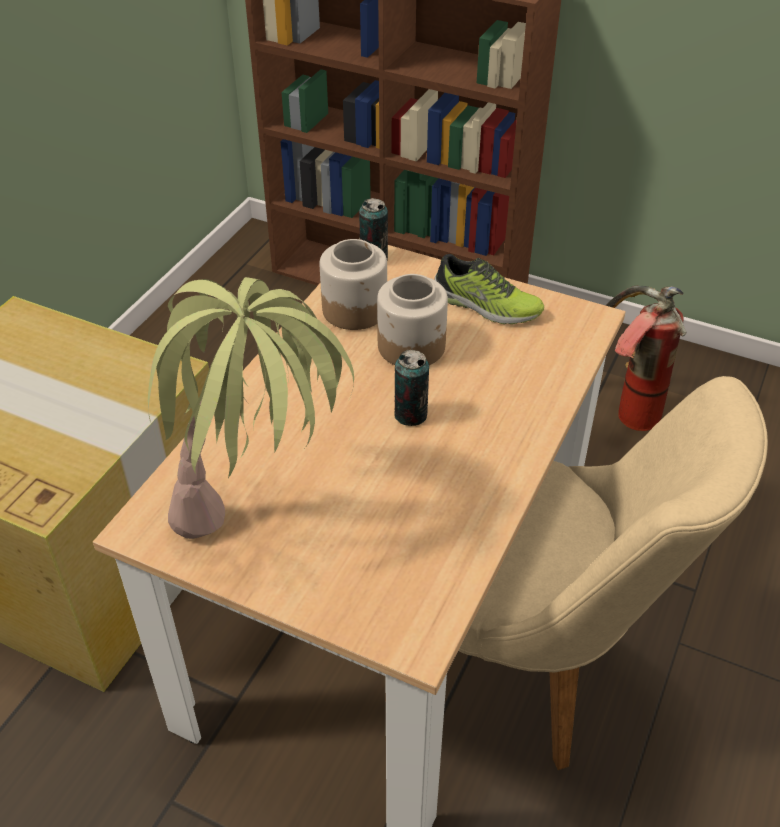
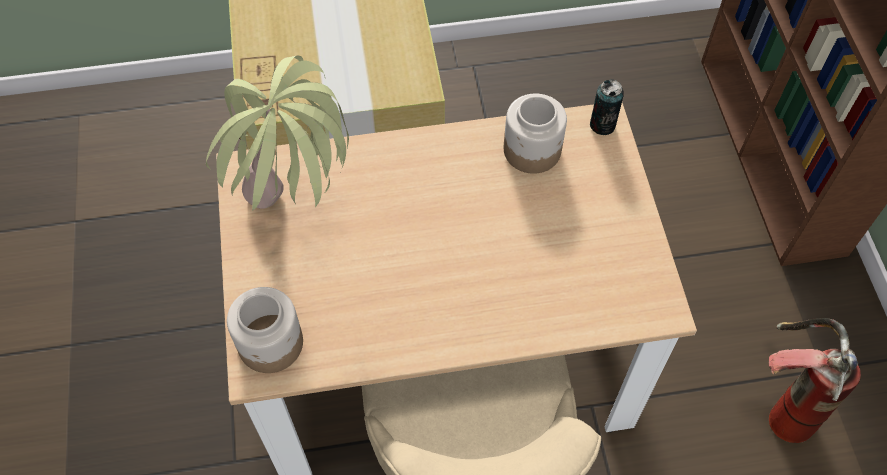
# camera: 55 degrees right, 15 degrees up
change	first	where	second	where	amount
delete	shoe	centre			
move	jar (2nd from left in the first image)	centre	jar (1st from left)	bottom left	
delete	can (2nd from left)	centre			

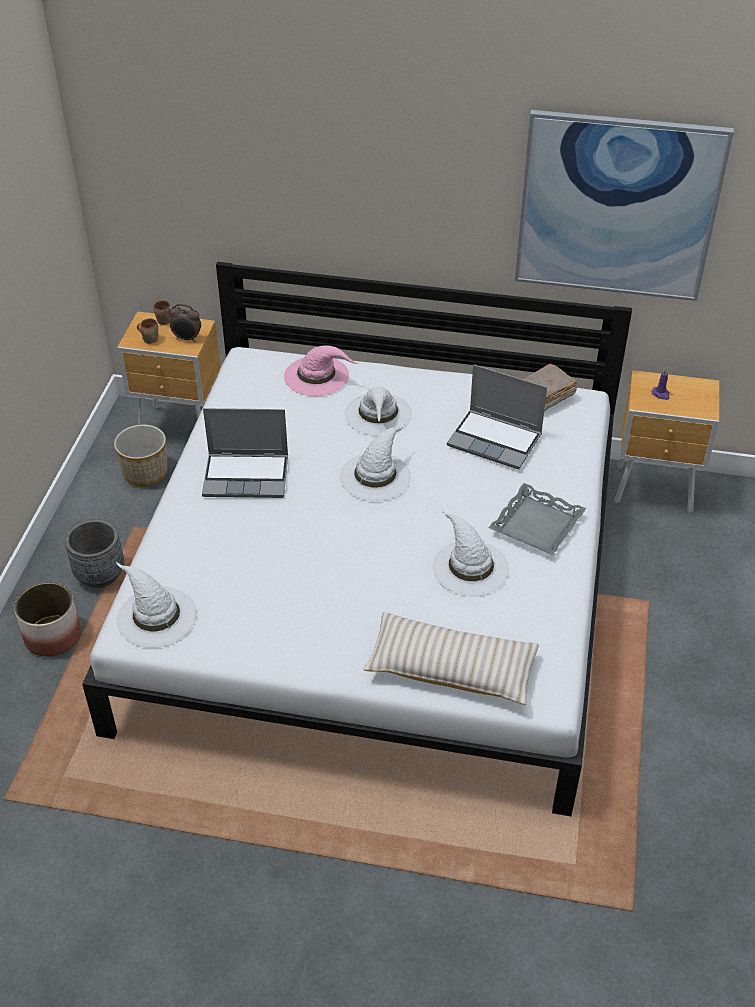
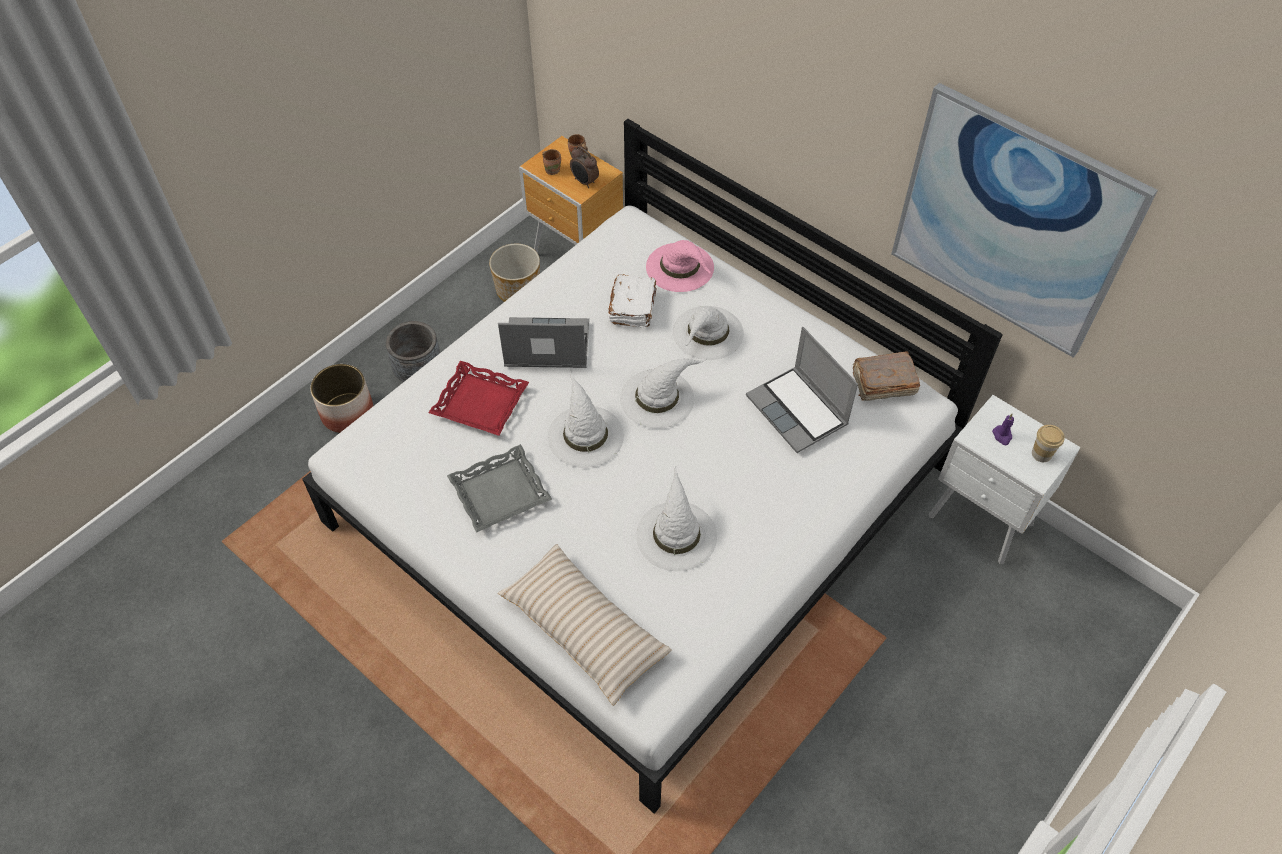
# camera: 30 degrees right, 10 degrees up
change	first	where	second	where	amount
recolor	brown nightstand (2nd from left)	middle right	white nightstand	middle right	
rotate	laptop (1st from left)	middle left		centre	150 degrees clockwise
move	grey tray	middle right		centre	
move	white hat (1st from left)	middle left		centre	
insert			white book	centre	
insert			red tray	centre	
insert			cup	middle right	

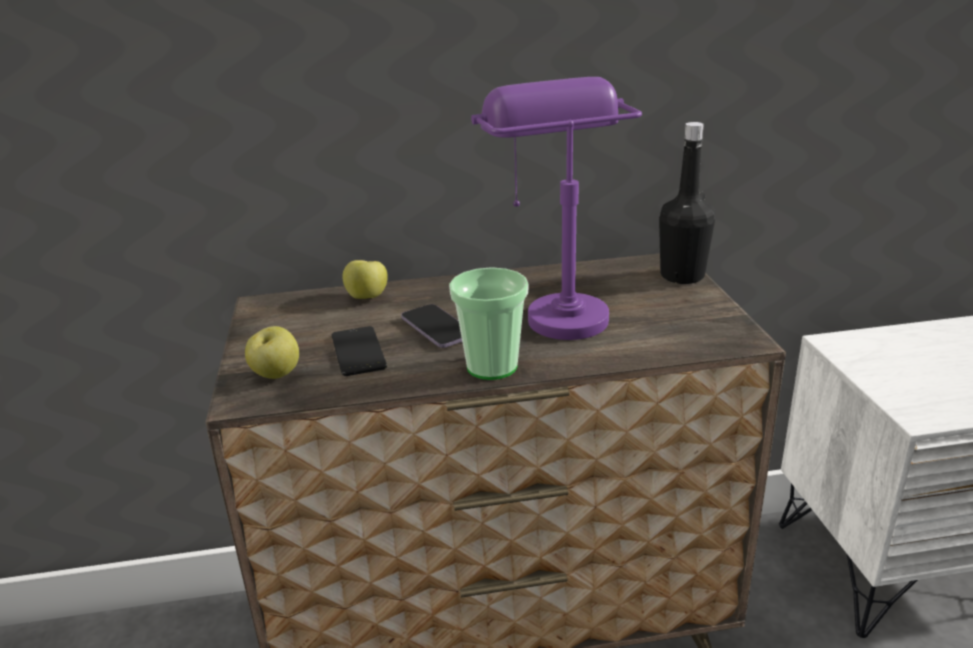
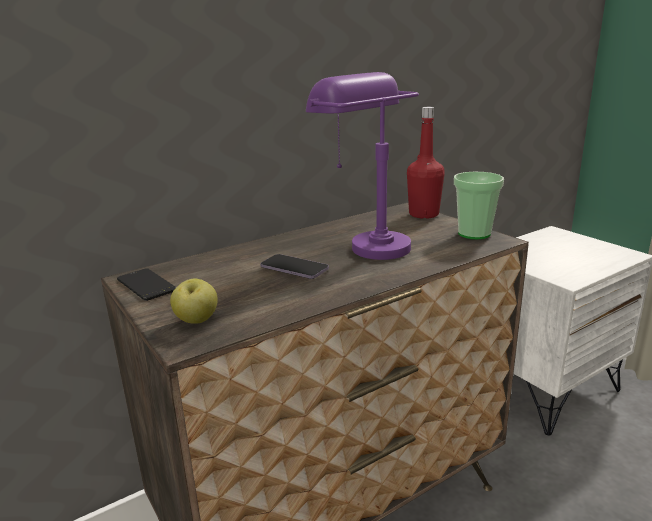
# camera: 25 degrees left, 5 degrees down
change	first	where	second	where	amount
recolor	black bottle	top right	red bottle	top centre	
delete	apple (2nd from left)	centre			
move	cup	centre		middle right	
move	phone (1st from left)	centre		middle left	

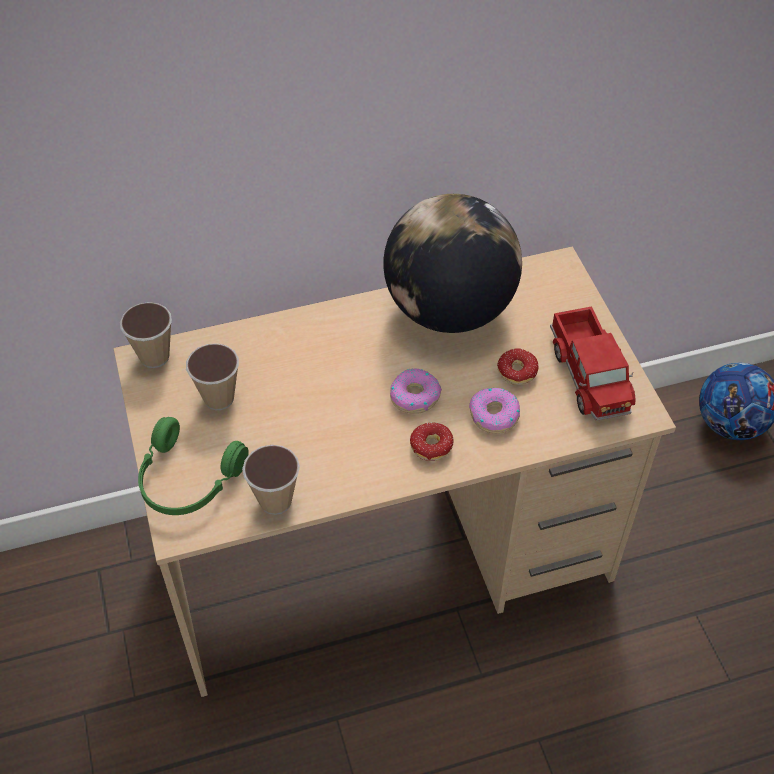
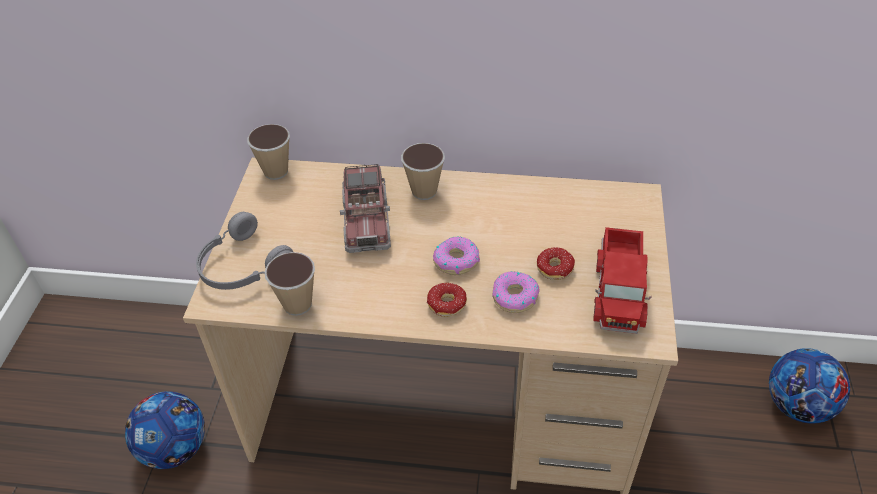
# camera: 25 degrees right, 5 degrees down
change	first	where	second	where	amount
delete	globe	centre			
move	cup (2nd from left in the first image)	middle left	cup (3rd from left)	centre	
recolor	green headphones	middle left	grey headphones	middle left	
insert			toy truck (1st from left)	centre	
insert			football (1st from left)	bottom left	

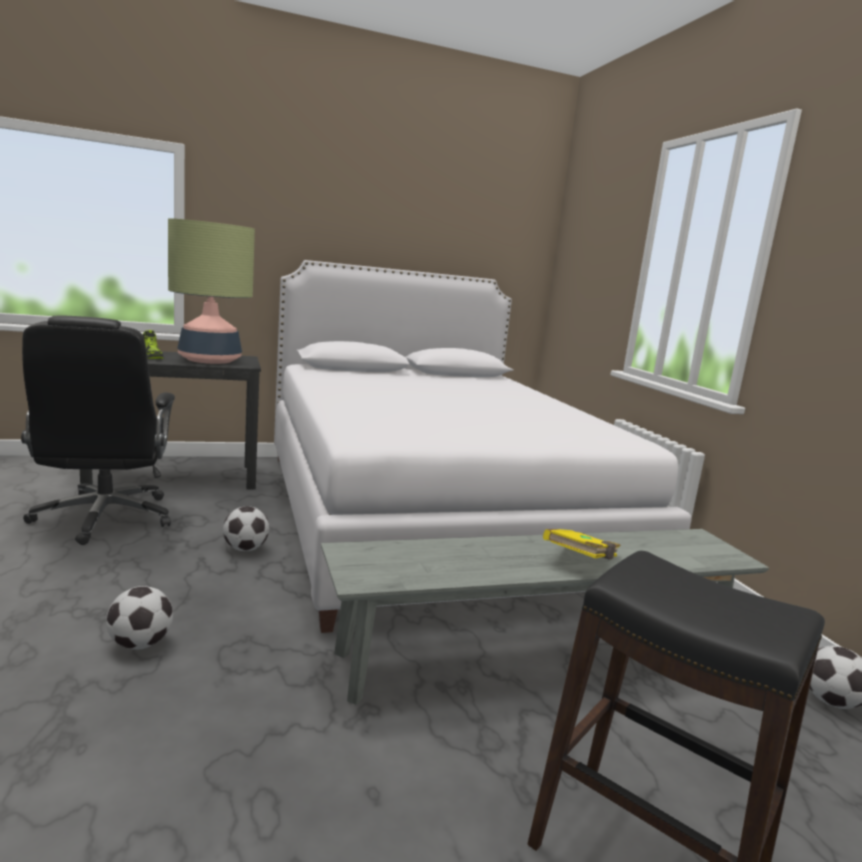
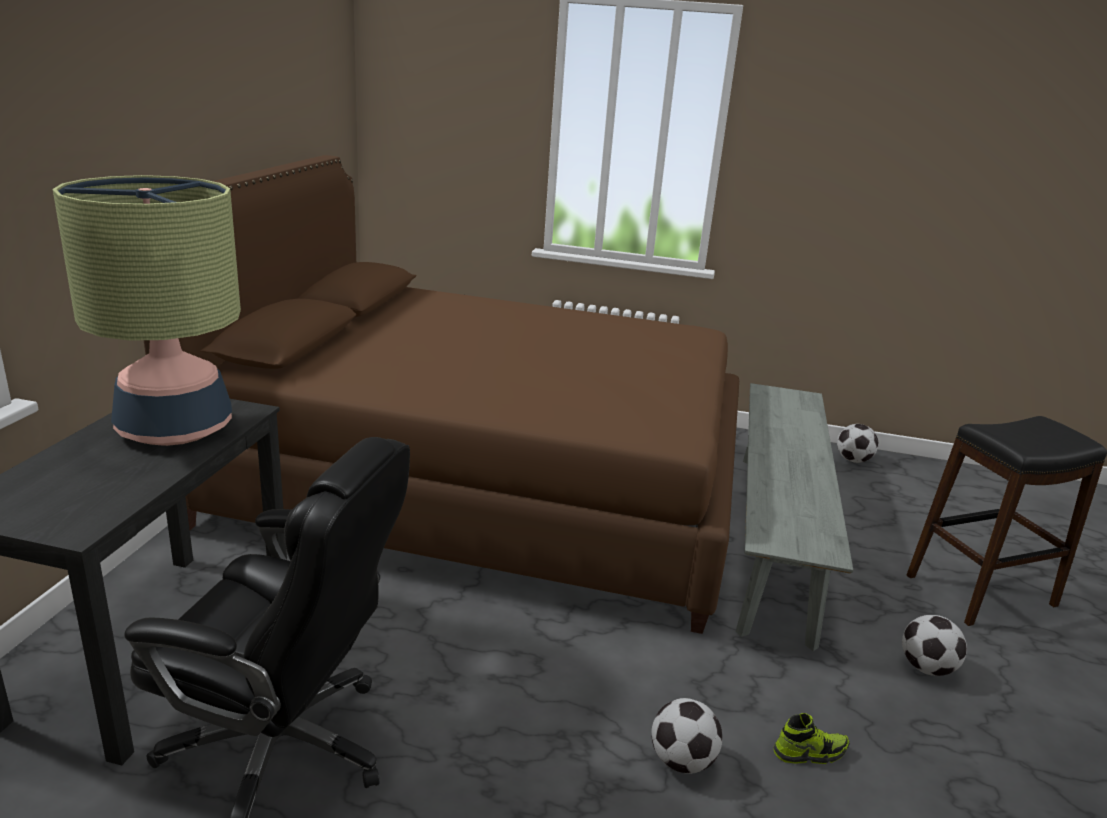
# camera: 60 degrees left, 10 degrees up
change	first	where	second	where	amount
recolor	white bed	centre	brown bed	centre	
move	shoe	middle left		bottom right	
move	football (2nd from left in the first image)	middle left	football (3rd from left)	bottom right	
delete	yellow book	middle right			

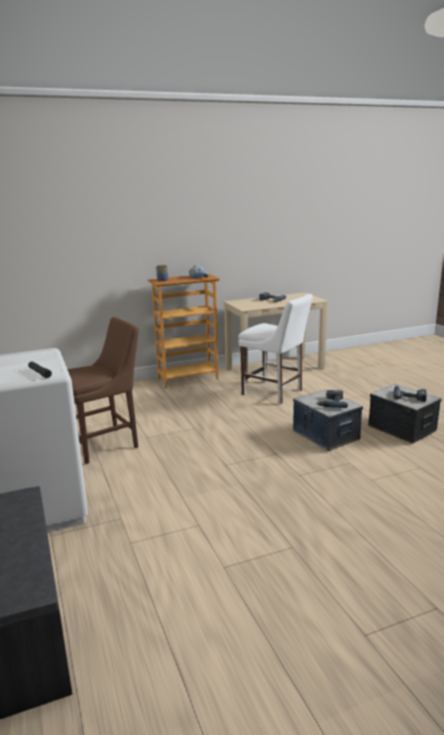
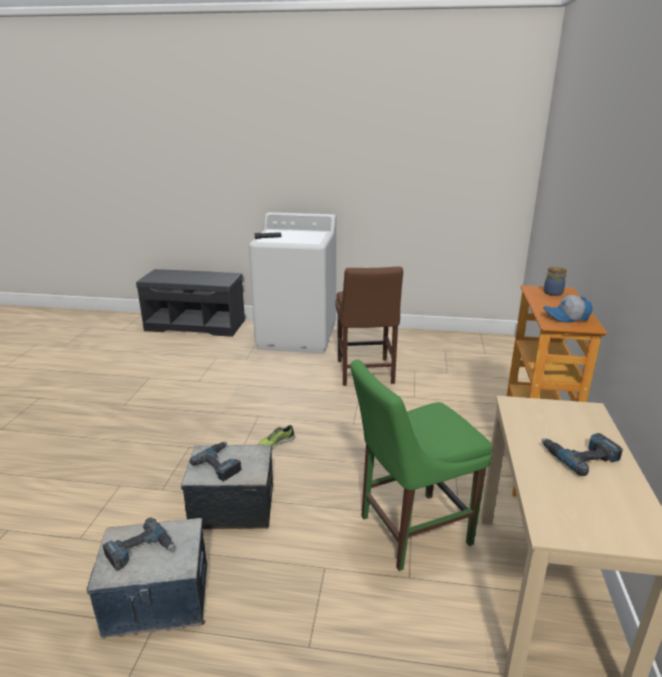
# camera: 120 degrees right, 5 degrees up
change	first	where	second	where	amount
recolor	white chair	centre	green chair	bottom centre	
insert			shoe	centre	

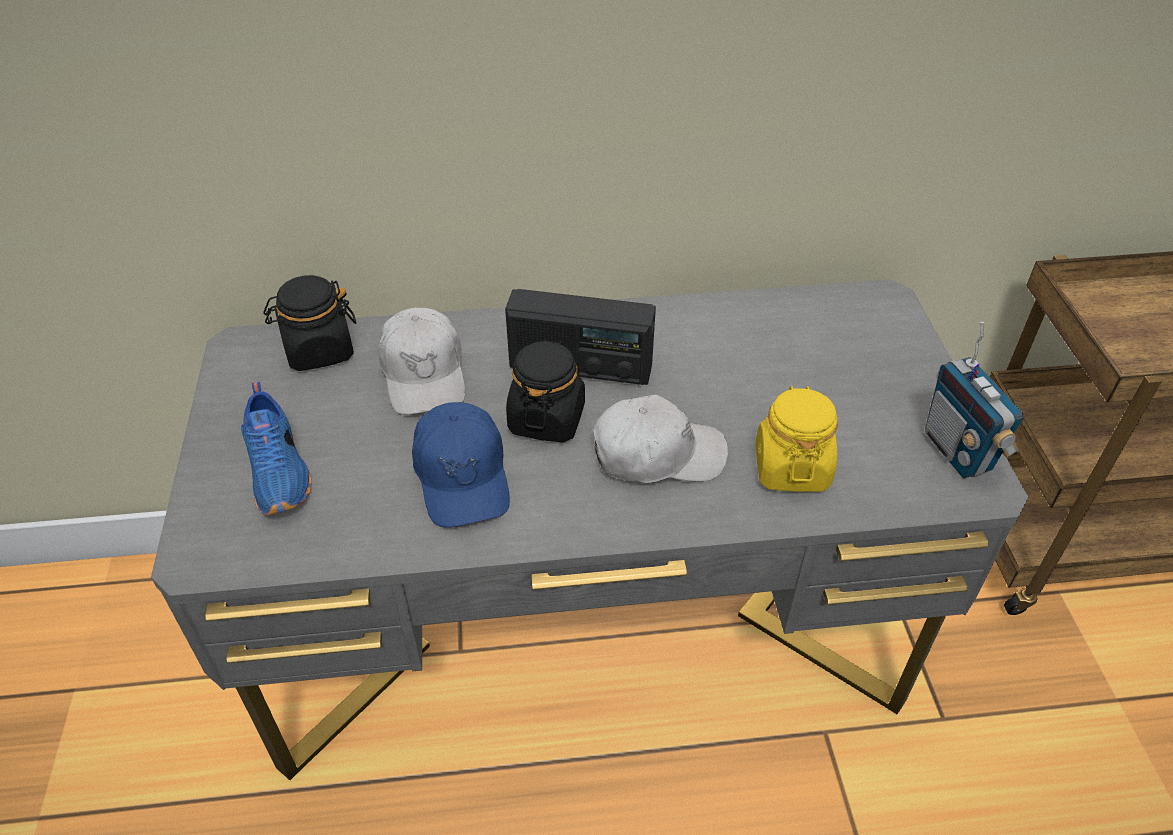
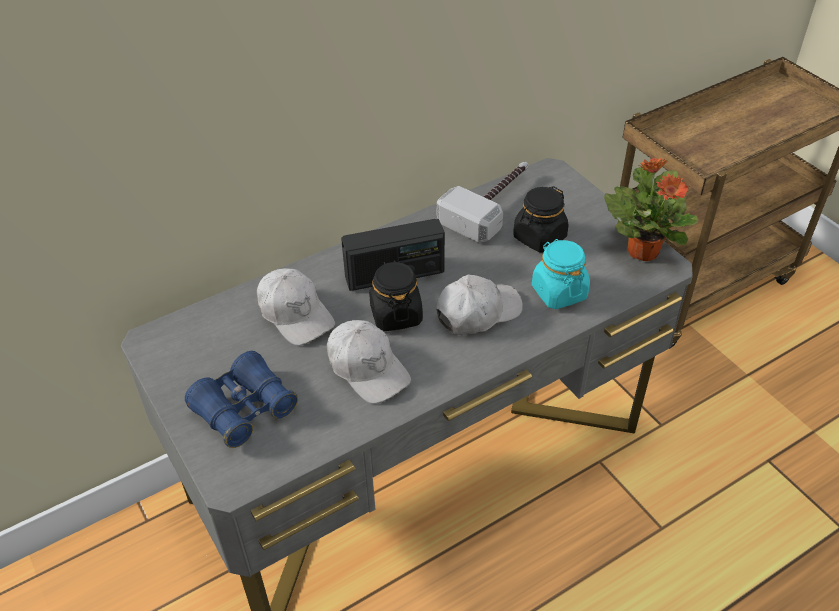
# camera: 25 degrees left, 0 degrees up
change	first	where	second	where	amount
move	black jar (1st from left in the first image)	middle left	black jar (2nd from left)	centre	
replace	radio (2nd from left)	middle right	potted plant	middle right	
replace	blue shoe	middle left	blue binoculars	middle left	
recolor	yellow jar	middle right	turquoise jar	middle right	
recolor	blue cap	centre	white cap (2nd from left)	centre	
insert			hammer	top centre	

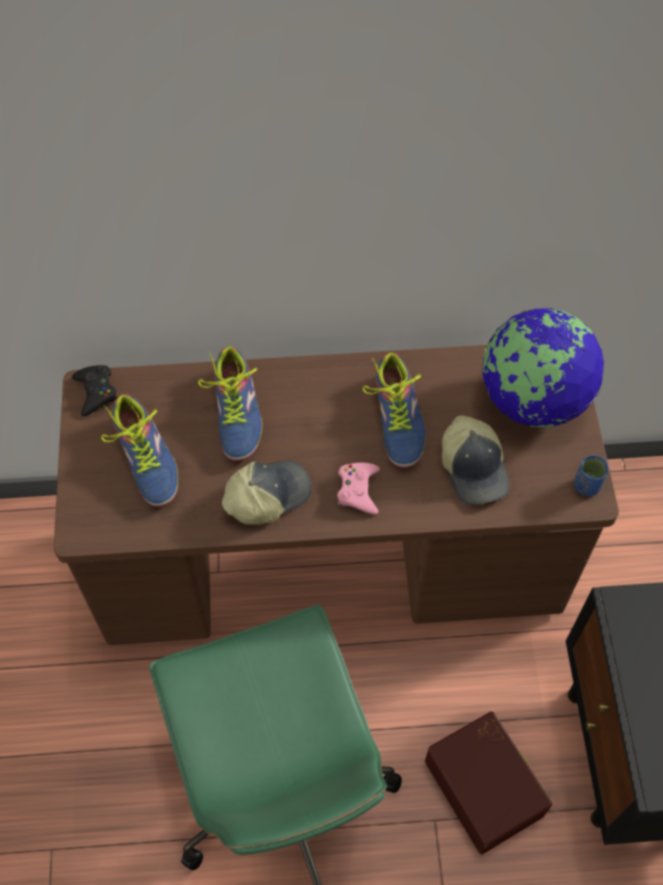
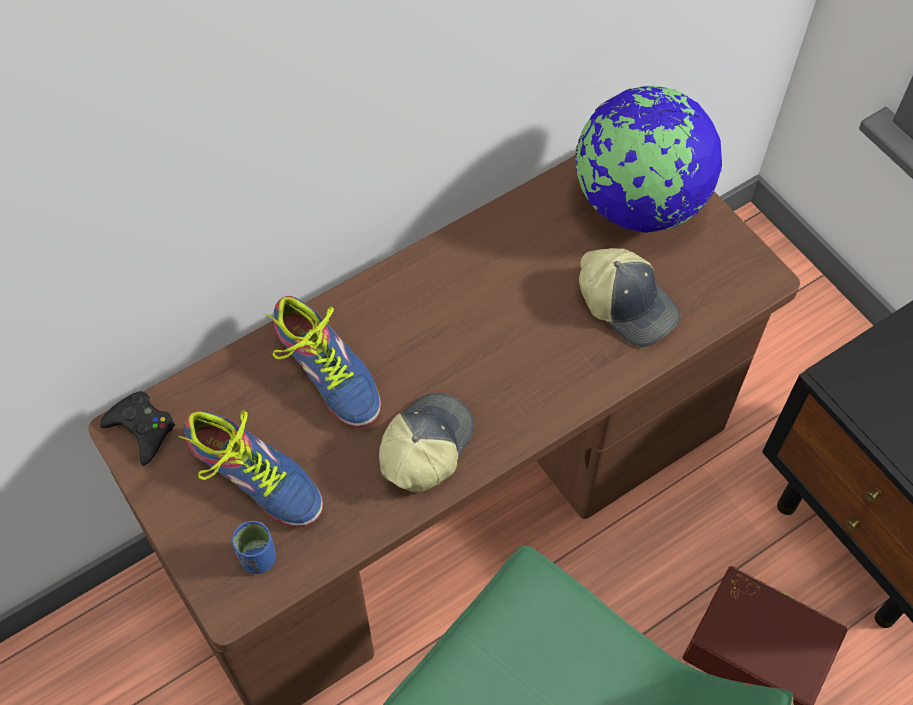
# camera: 30 degrees left, 0 degrees up
change	first	where	second	where	amount
delete	shoe (3rd from left)	centre			
move	blue cup	middle right		bottom left	
delete	pink game controller	centre			

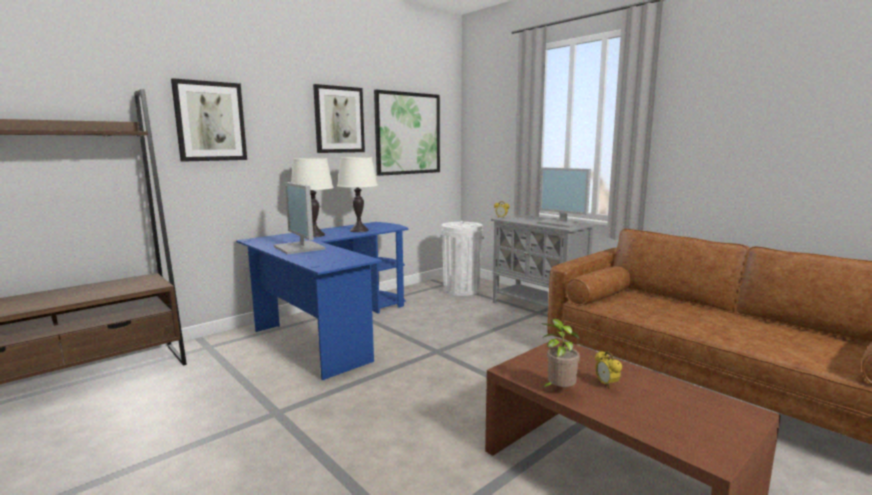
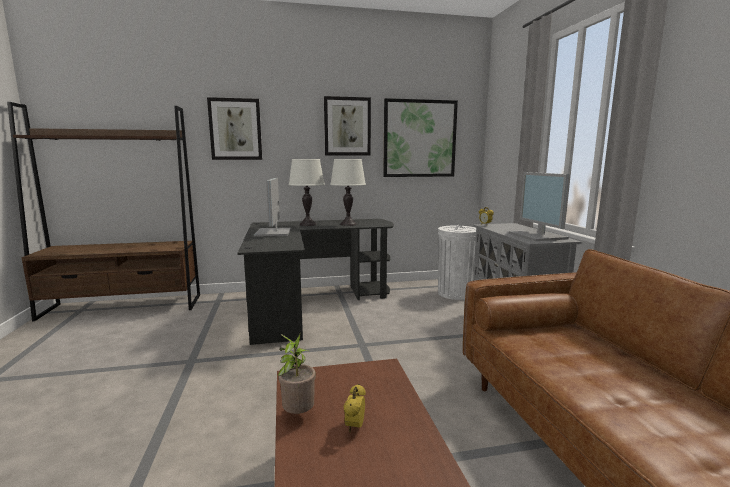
# camera: 30 degrees right, 0 degrees up
change	first	where	second	where	amount
recolor	blue desk	centre	black desk	centre	

